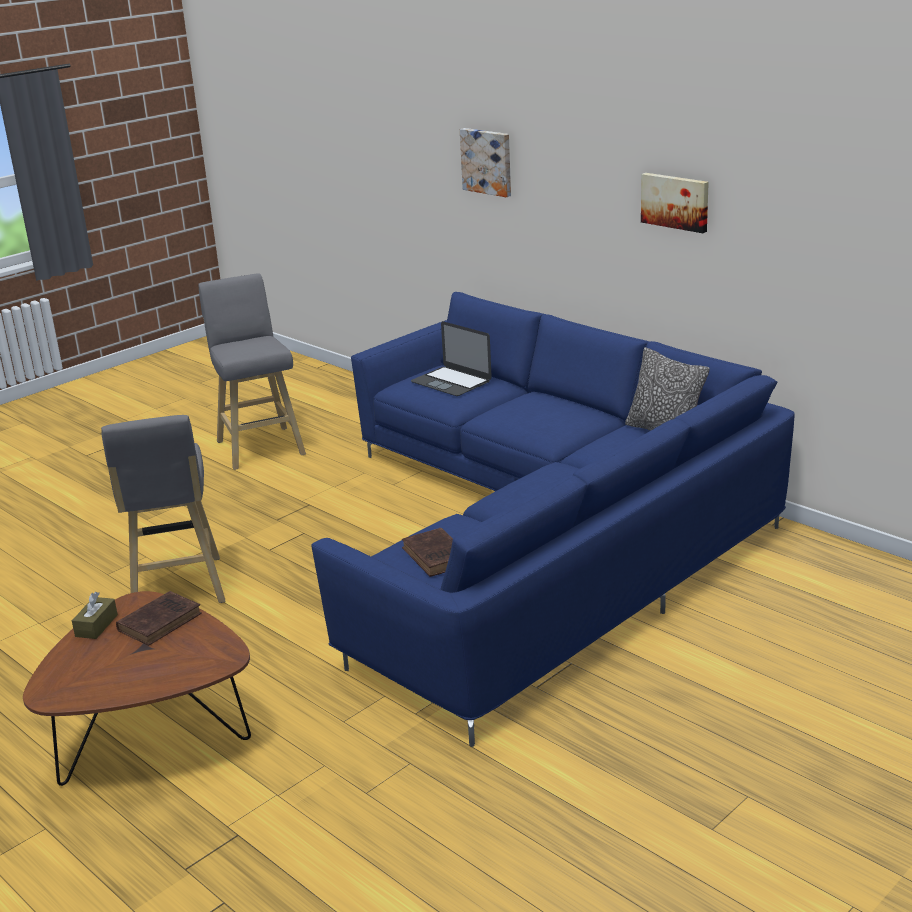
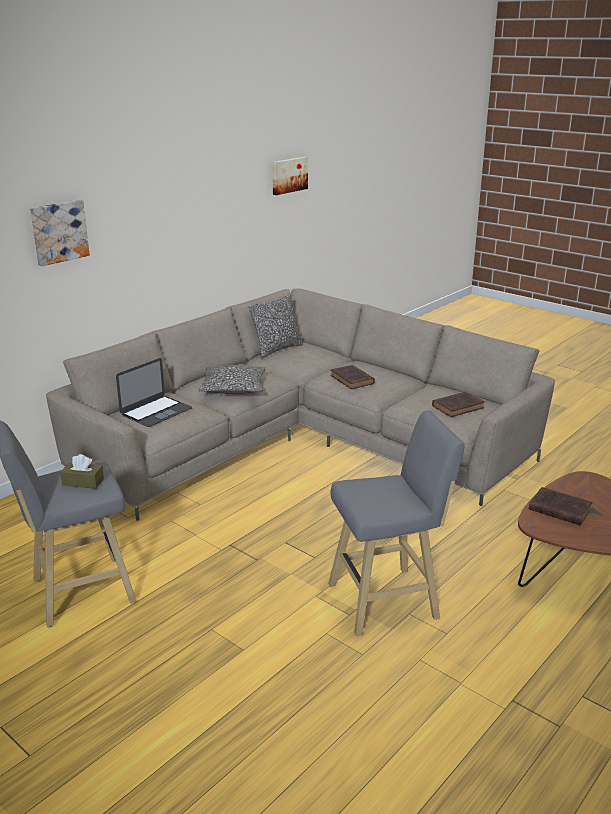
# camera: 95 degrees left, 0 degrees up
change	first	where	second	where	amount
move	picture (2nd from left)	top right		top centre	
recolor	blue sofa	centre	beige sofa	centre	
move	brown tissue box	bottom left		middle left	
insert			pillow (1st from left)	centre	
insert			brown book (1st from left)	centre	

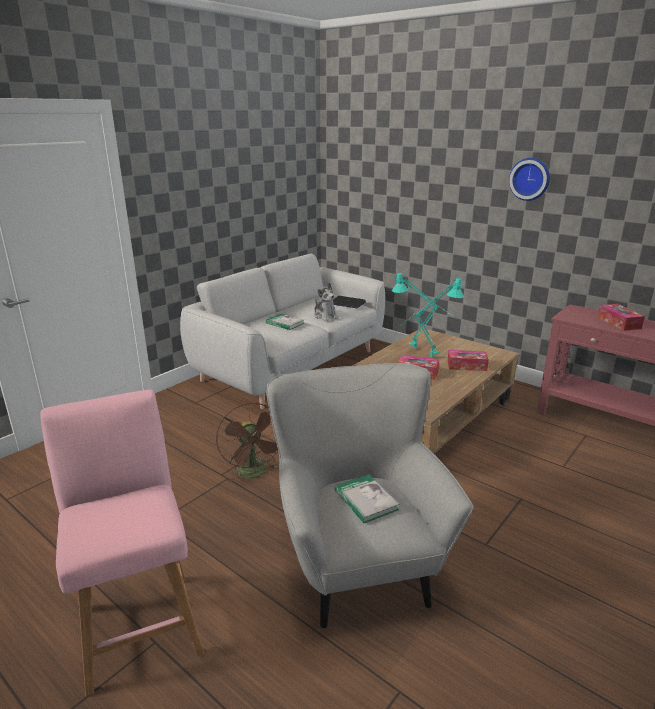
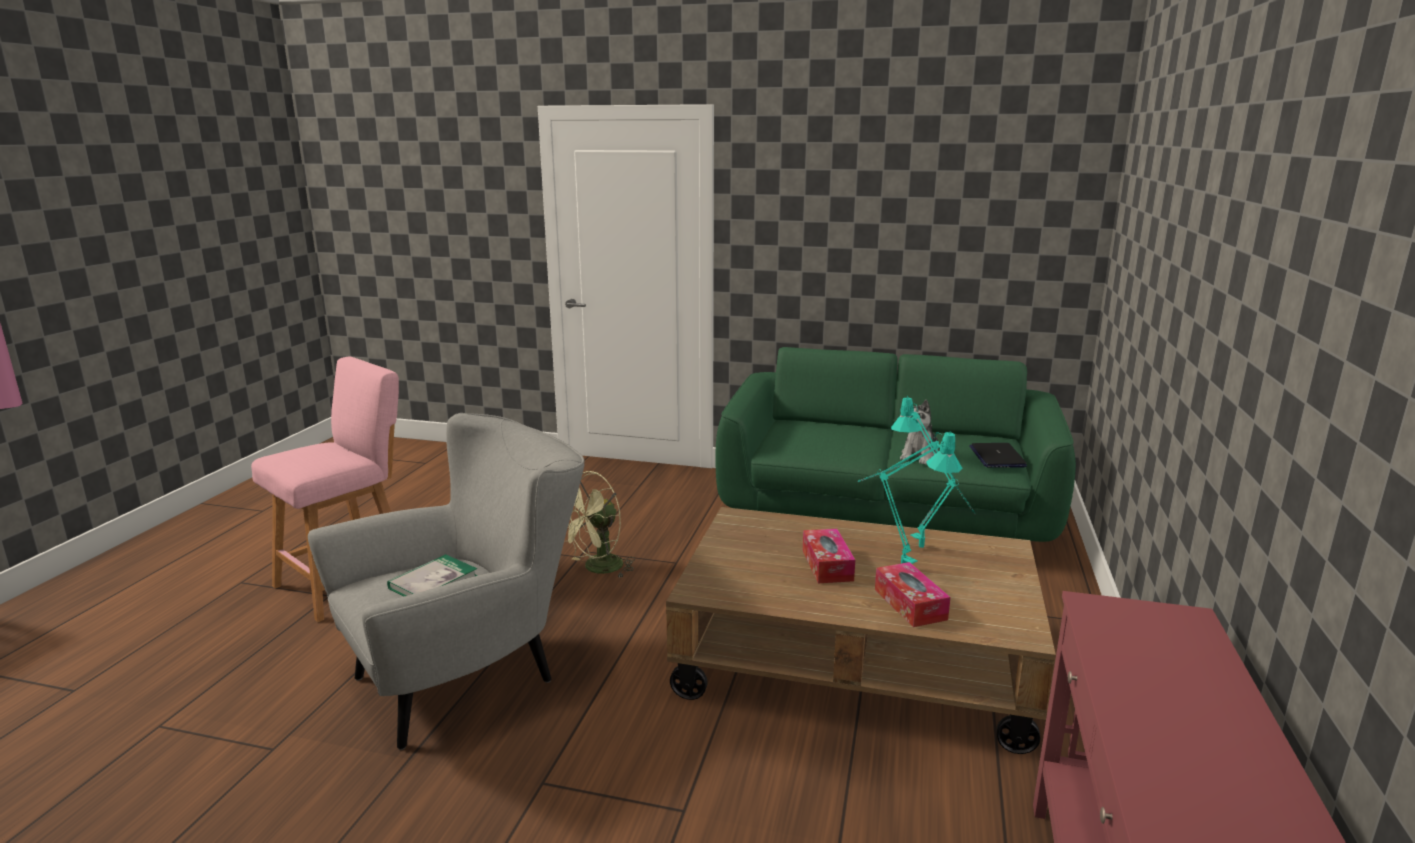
# camera: 65 degrees right, 5 degrees down
change	first	where	second	where	amount
delete	wall clock	top right			
recolor	grey sofa	centre	green sofa	centre	
delete	tissue box (3rd from left)	middle right			
delete	book (1st from left)	centre			
recolor	brown fan	centre	green fan	centre	

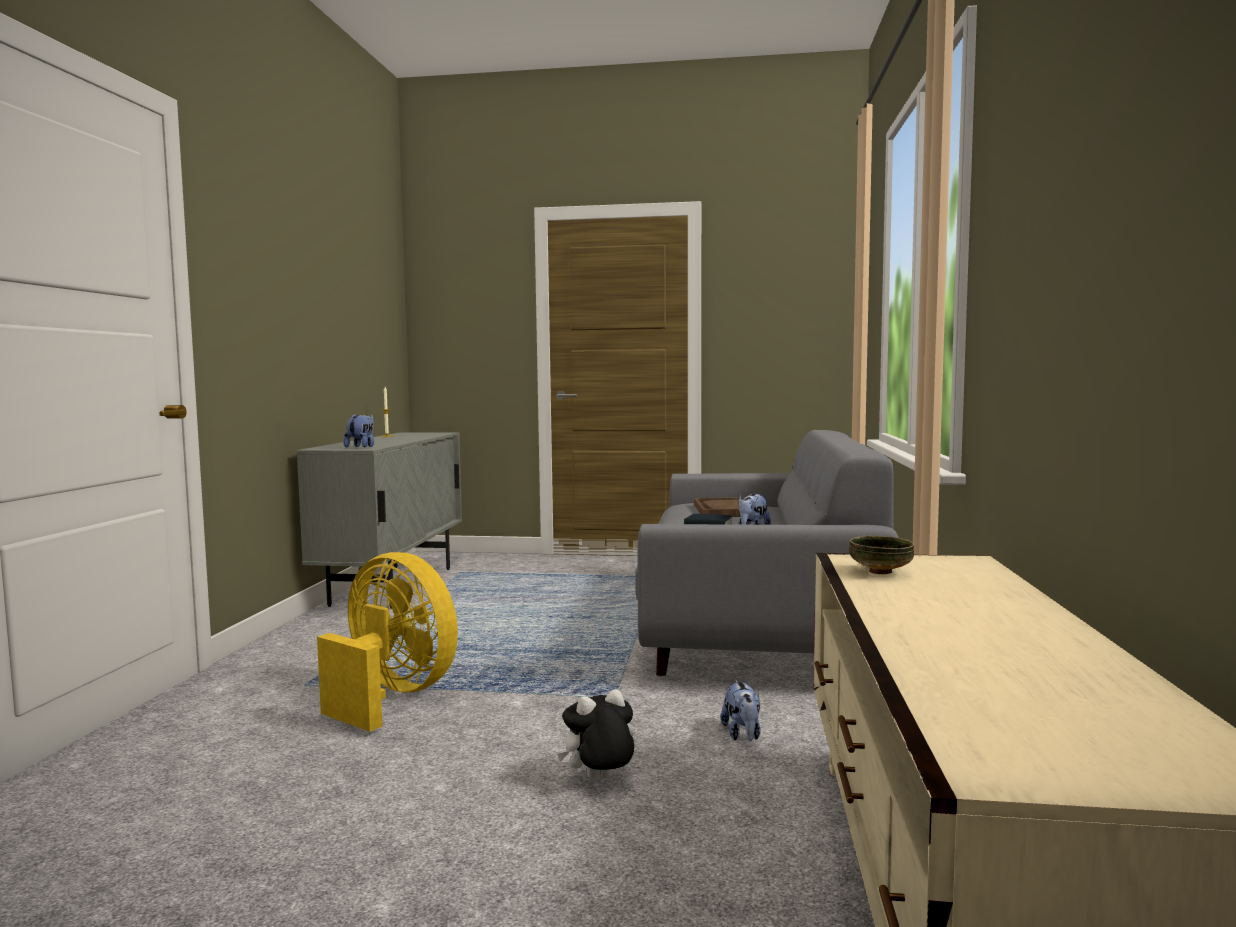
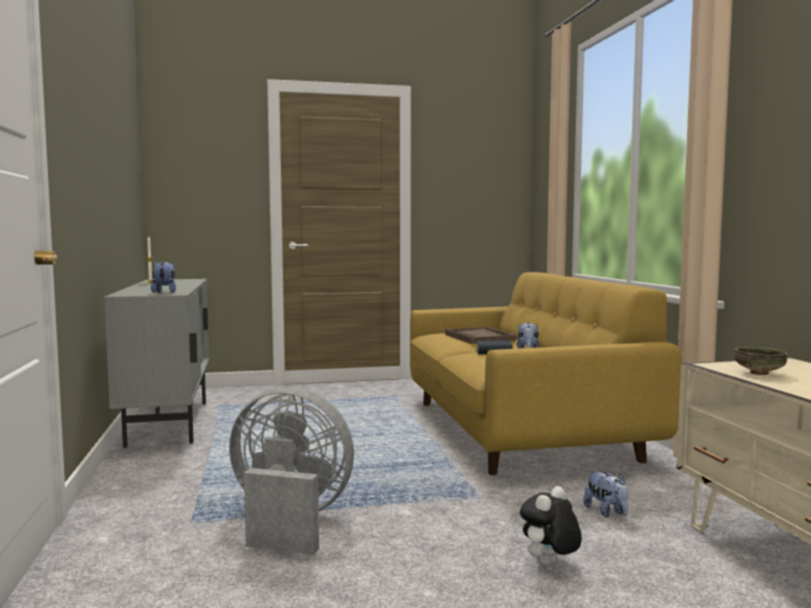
# camera: 20 degrees left, 0 degrees up
change	first	where	second	where	amount
recolor	grey sofa	centre	yellow sofa	middle right	
recolor	yellow fan	bottom left	grey fan	bottom centre	

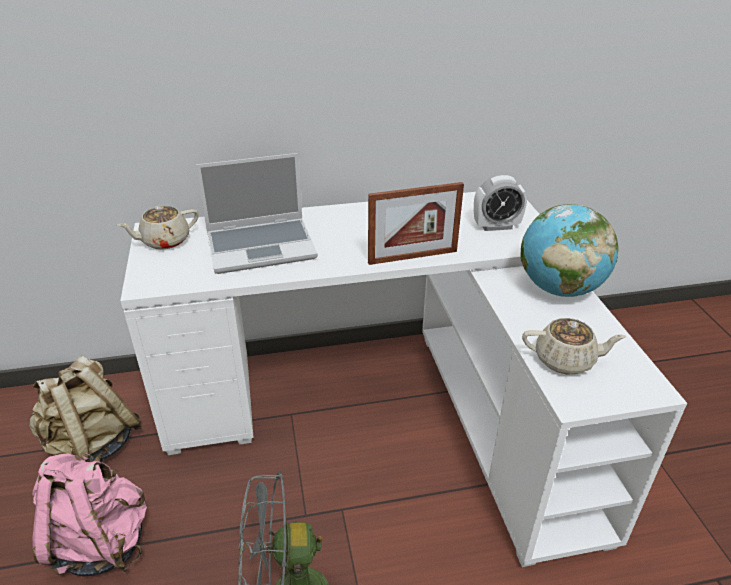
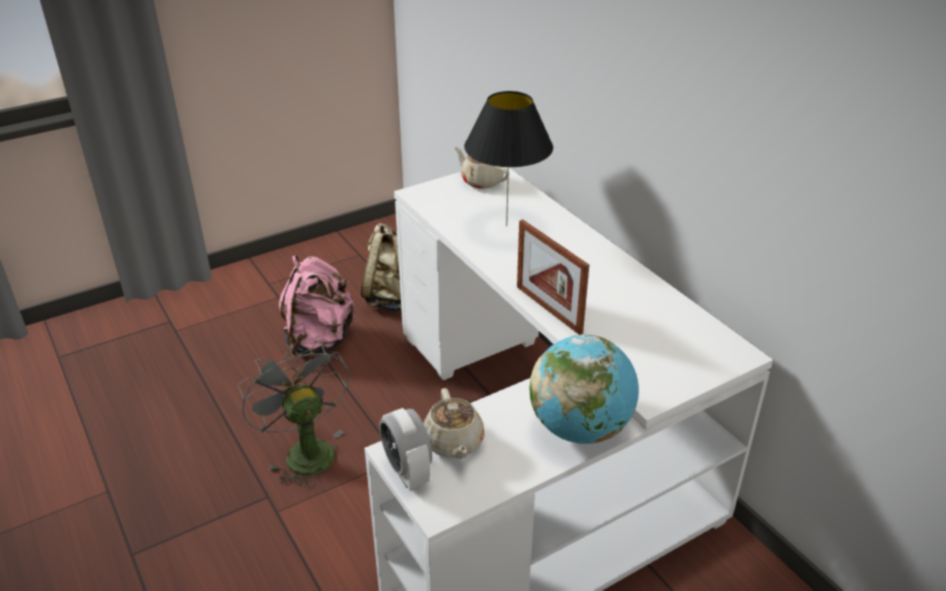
# camera: 70 degrees right, 0 degrees up
change	first	where	second	where	amount
replace	laptop	centre	black table lamp	top centre	
move	alarm clock	middle right		bottom centre	

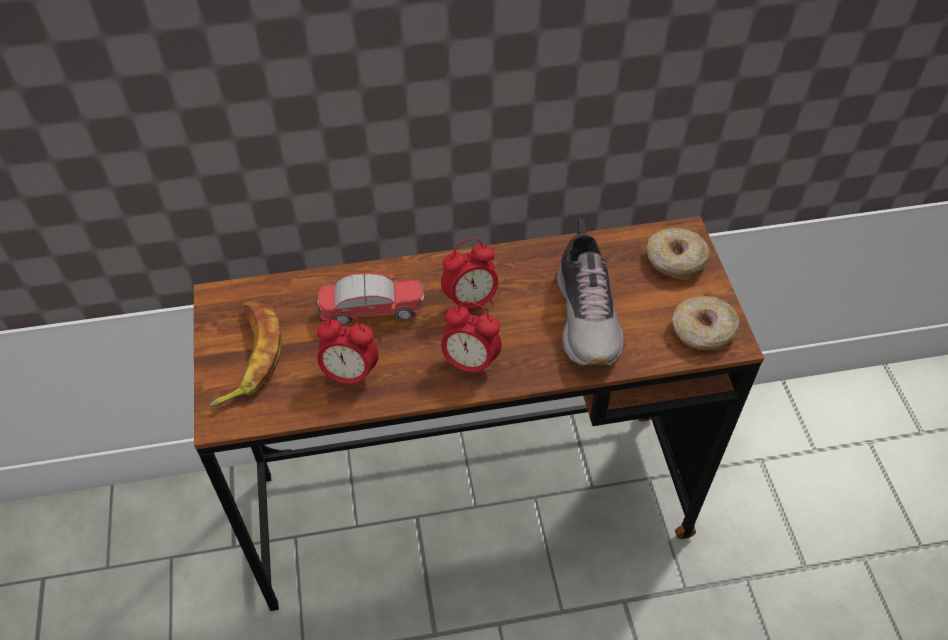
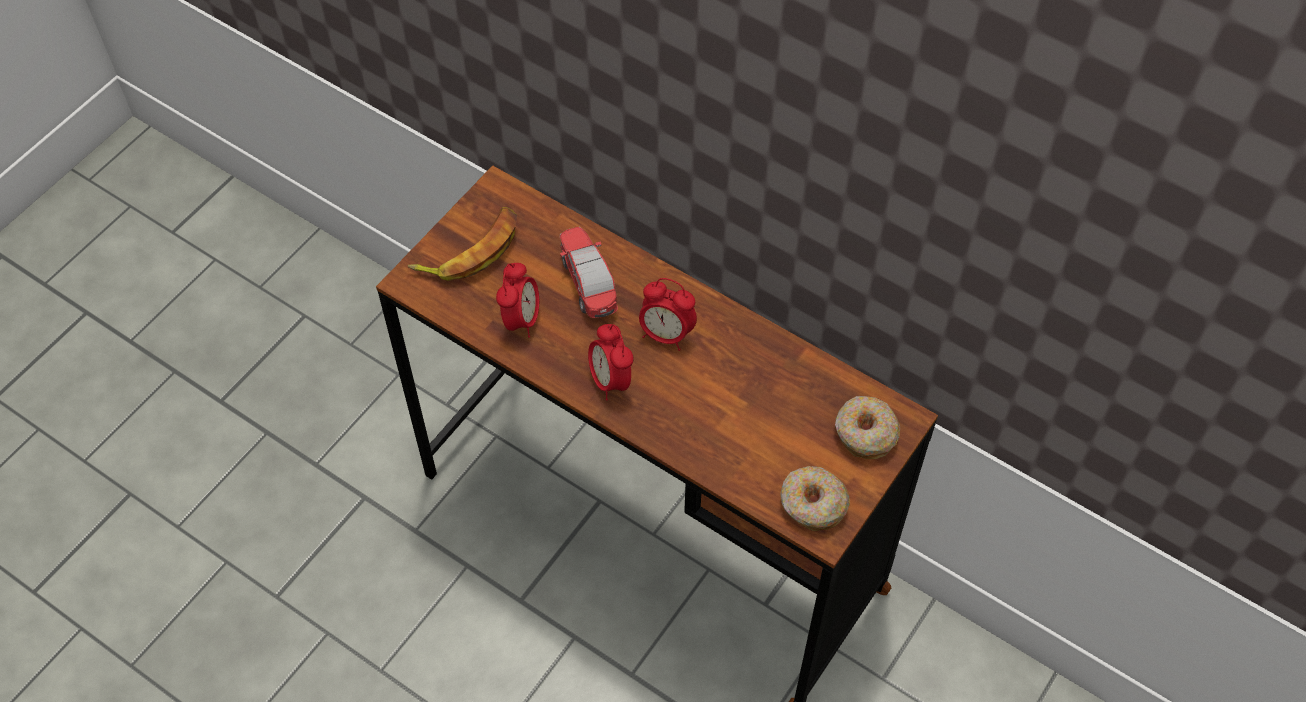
# camera: 45 degrees right, 5 degrees up
change	first	where	second	where	amount
delete	shoe	centre			
rotate	toy car	centre		centre	150 degrees counterclockwise
rotate	alarm clock (1st from left)	centre		centre	135 degrees counterclockwise

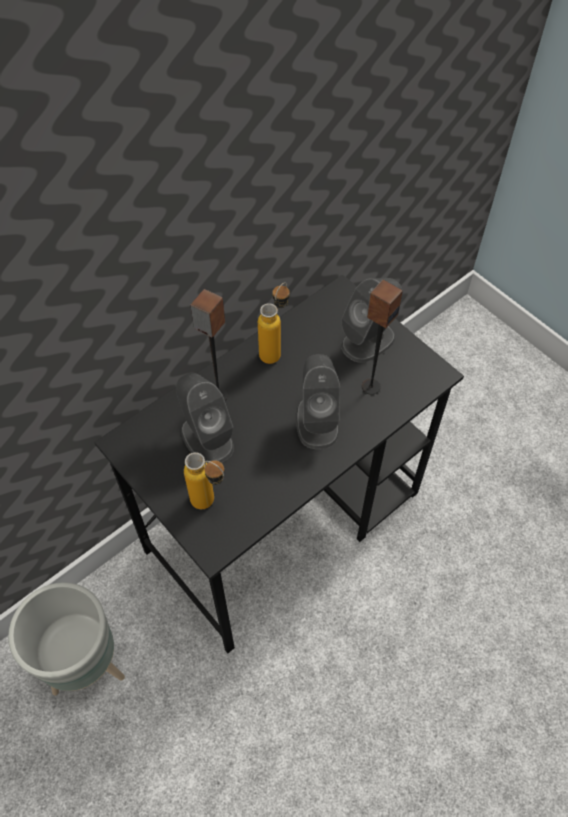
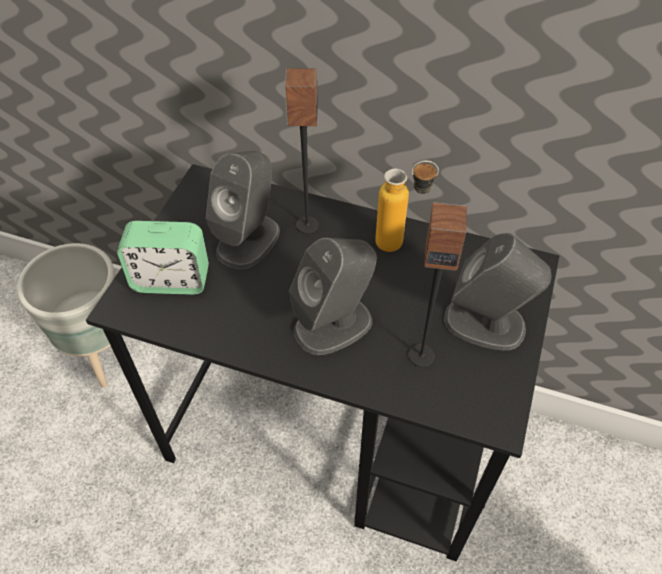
# camera: 60 degrees right, 5 degrees down
change	first	where	second	where	amount
replace	bottle (1st from left)	centre	alarm clock	middle left	

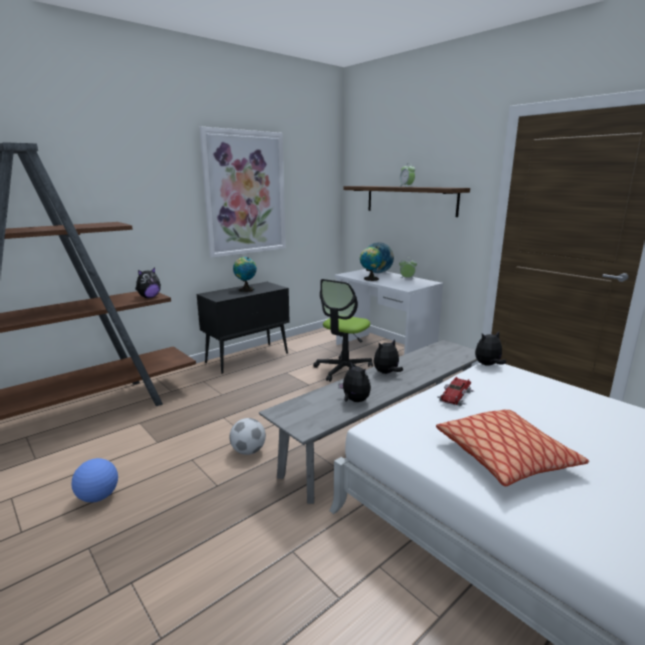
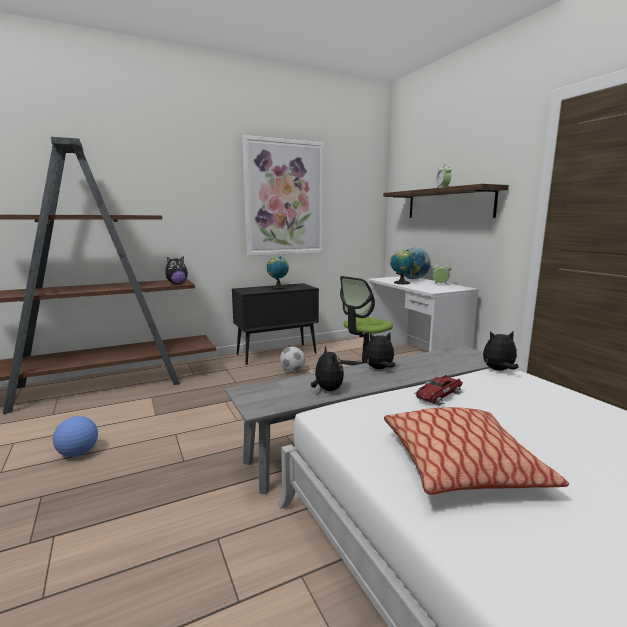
# camera: 15 degrees right, 5 degrees down
change	first	where	second	where	amount
move	football (2nd from left)	bottom centre		centre	

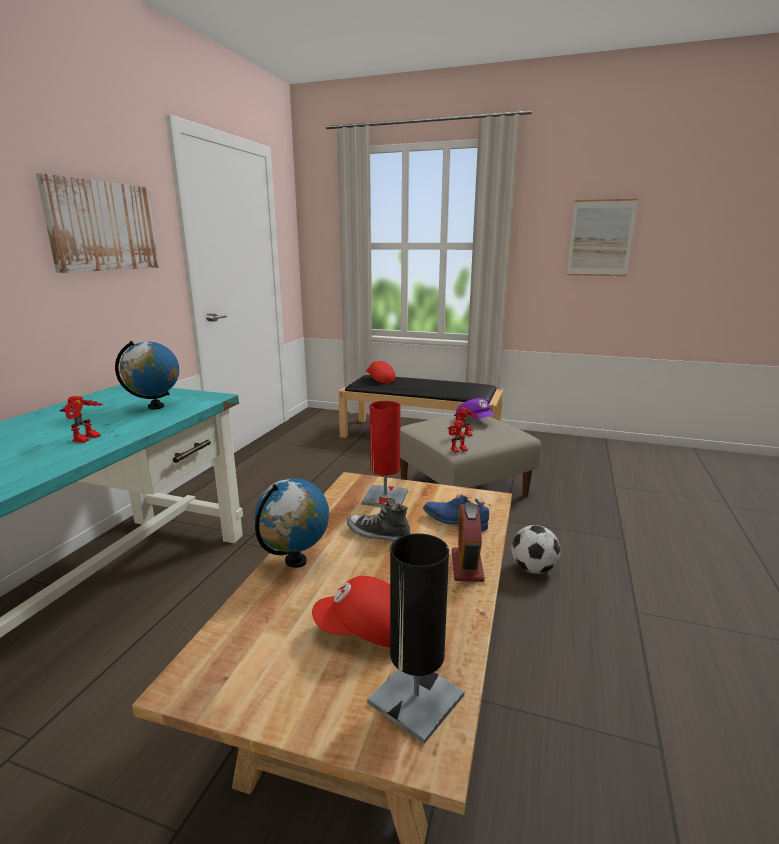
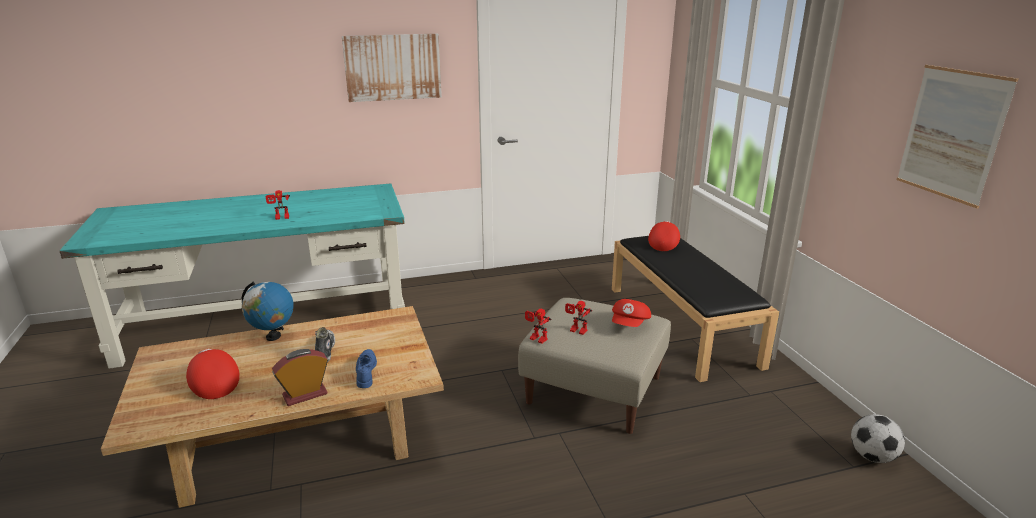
# camera: 55 degrees right, 5 degrees up
change	first	where	second	where	amount
delete	globe (1st from left)	middle left			
recolor	purple cap	centre	red cap (2nd from left)	centre	
delete	red table lamp	centre			
move	football	middle right		bottom right	
delete	black table lamp	bottom centre			

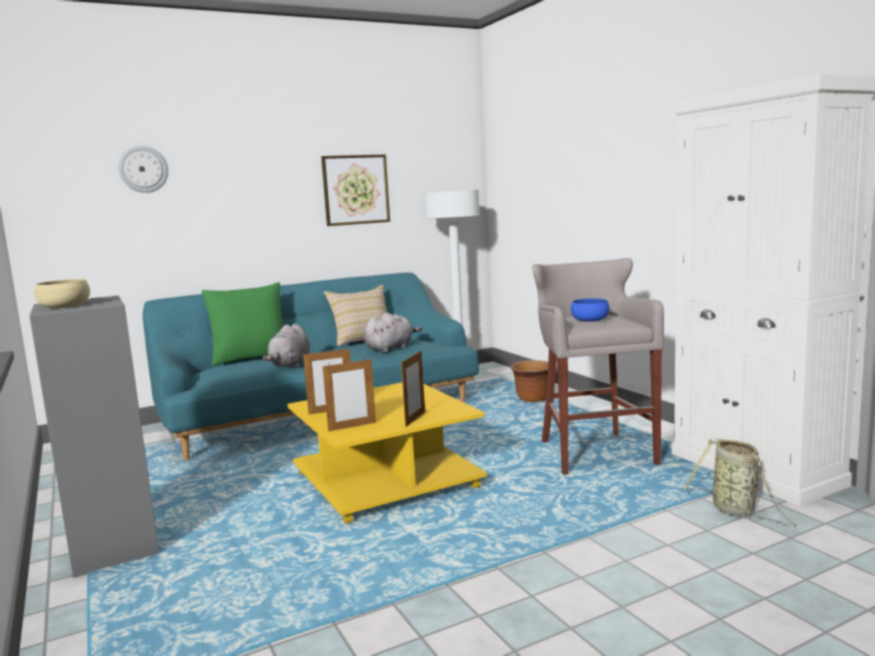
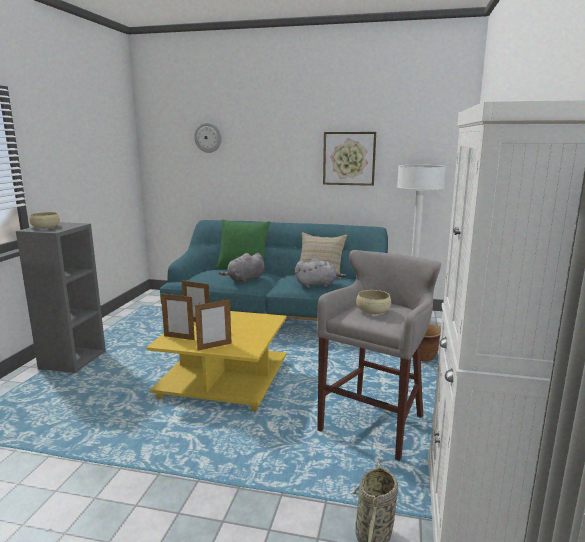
# camera: 40 degrees right, 5 degrees up
change	first	where	second	where	amount
recolor	blue bowl	middle right	beige bowl (2nd from left)	centre	

